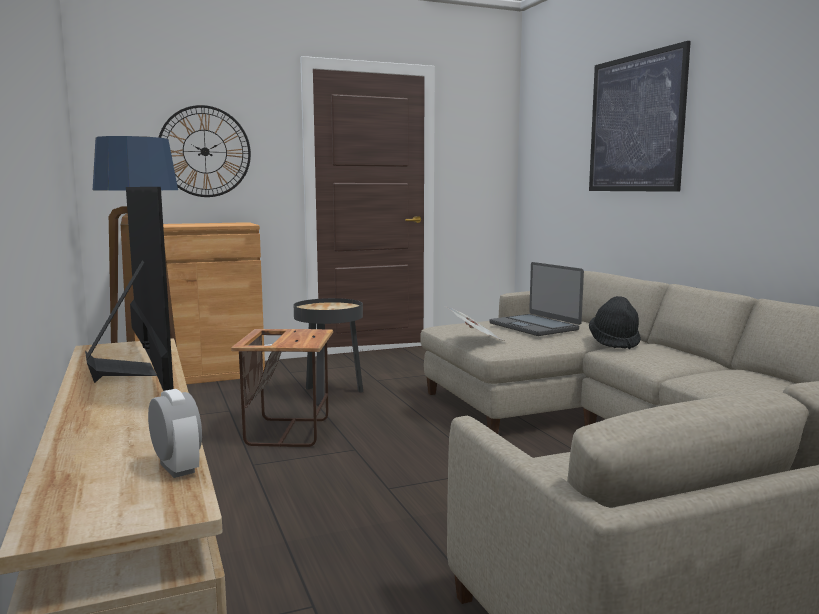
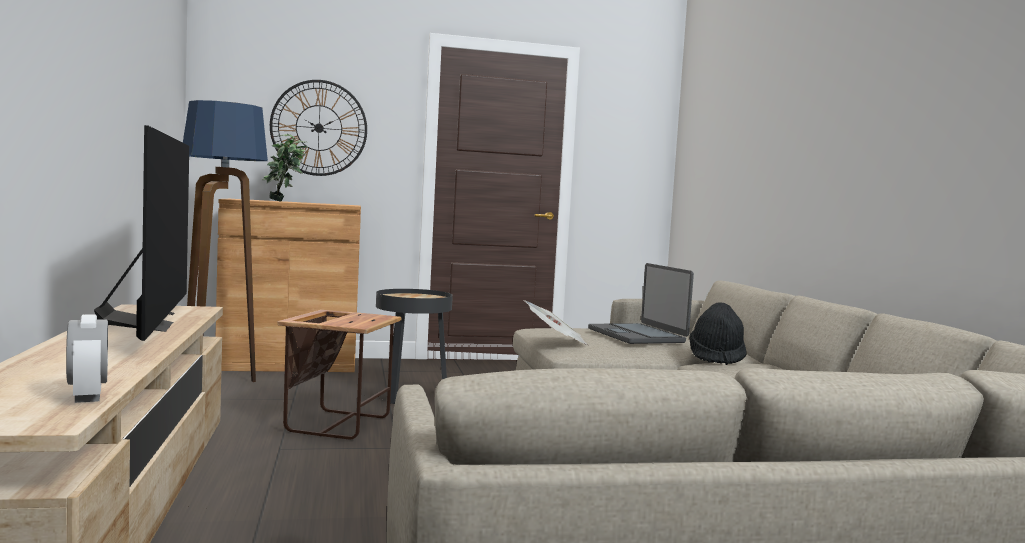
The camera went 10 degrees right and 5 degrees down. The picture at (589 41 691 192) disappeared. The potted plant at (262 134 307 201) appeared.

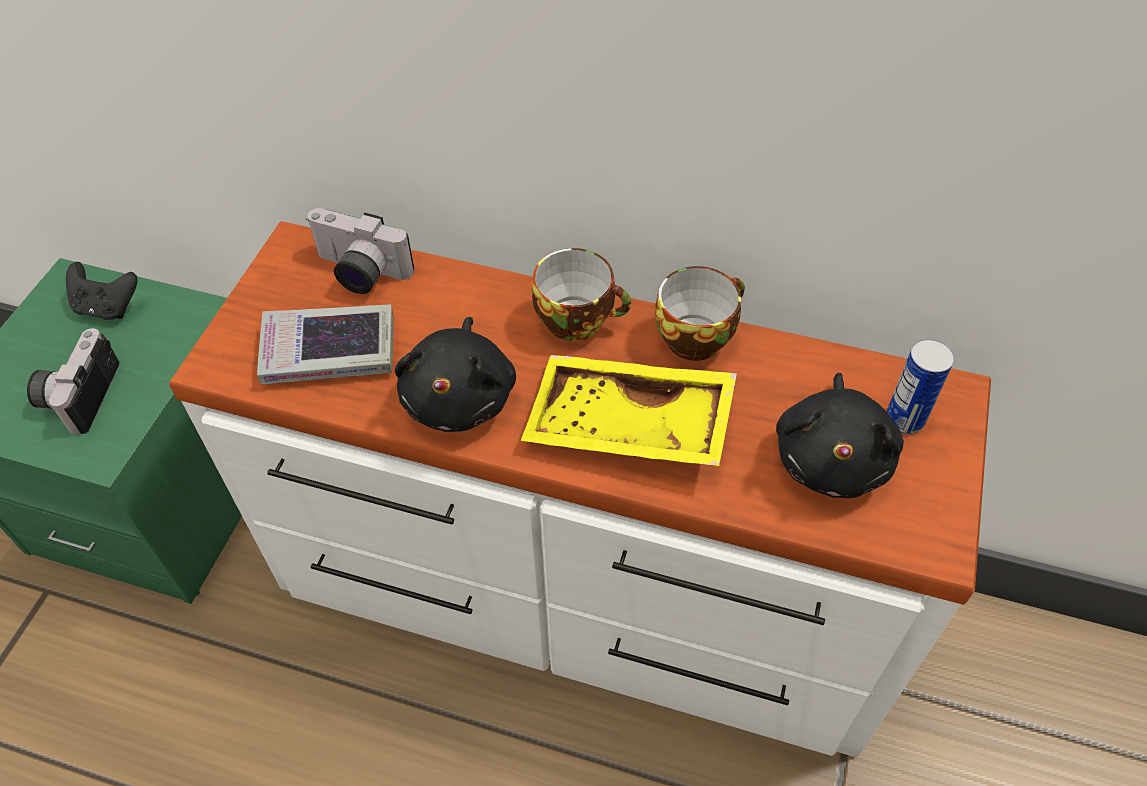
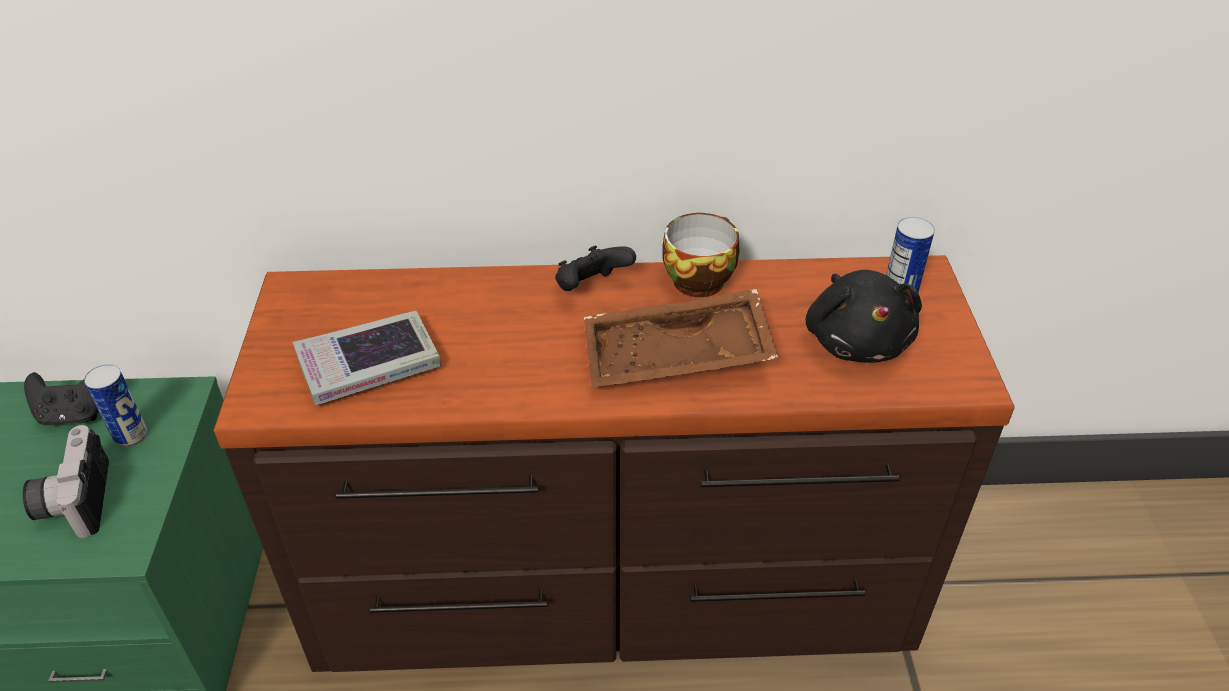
The camera went 20 degrees left and 10 degrees down. The photo camera at (306 208 414 294) disappeared. The white dresser at (169 221 991 758) became the brown dresser at (213 255 1015 672). The cup at (532 248 631 341) was replaced by the black game controller at (555 246 636 291). The black plush toy at (395 317 516 432) disappeared. The yellow tray at (521 355 737 466) became the brown tray at (584 289 779 388). The can at (84 364 147 447) appeared.

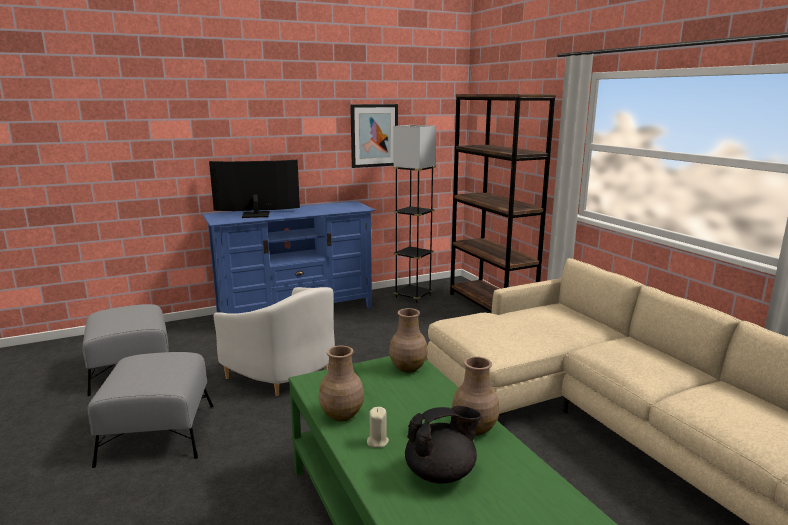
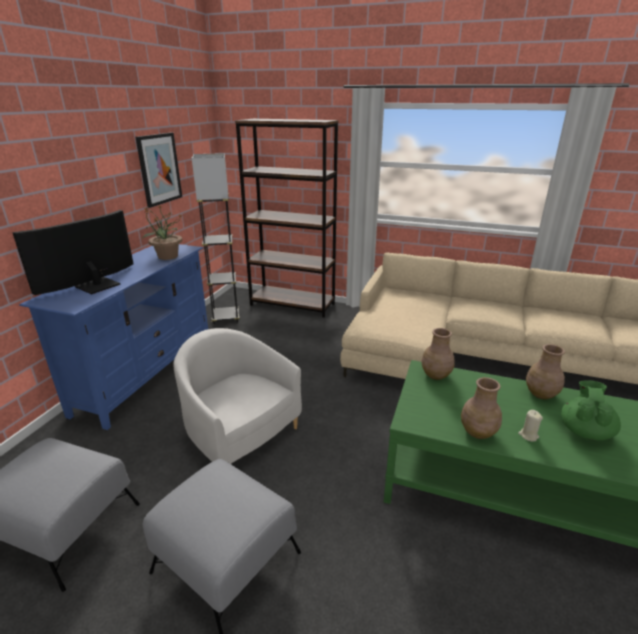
The camera went 45 degrees left and 10 degrees up. The white armchair at (214 287 335 396) turned 135 degrees counterclockwise. The black teapot at (405 406 481 484) became the green teapot at (561 380 621 440). The potted plant at (143 205 182 260) appeared.

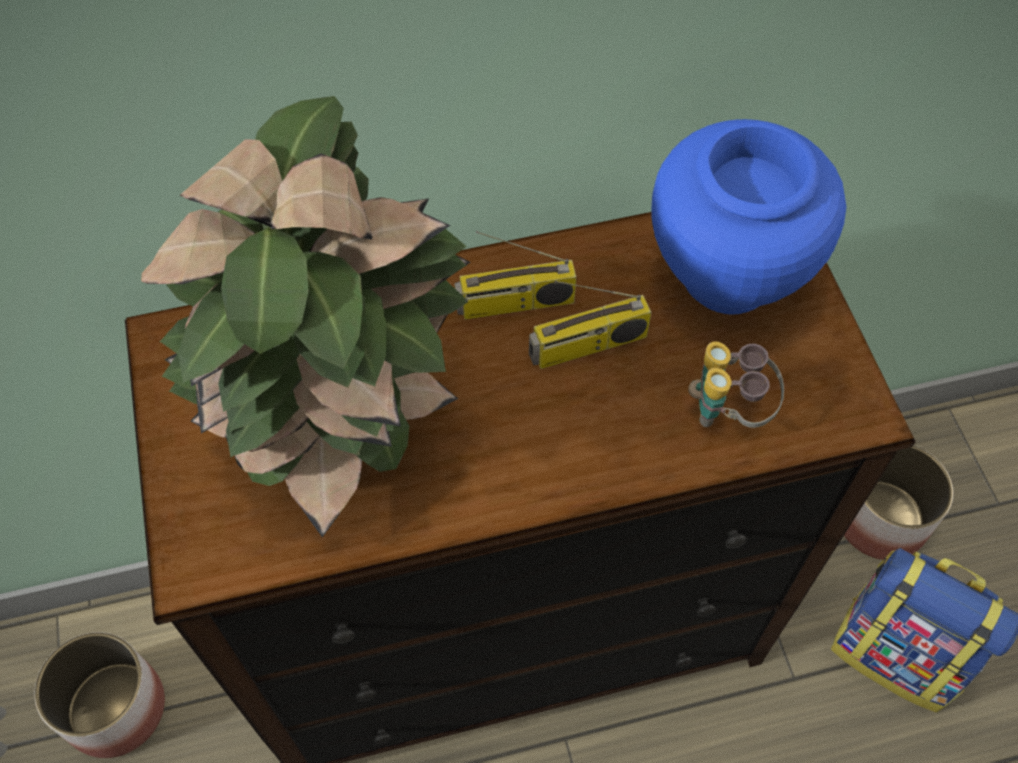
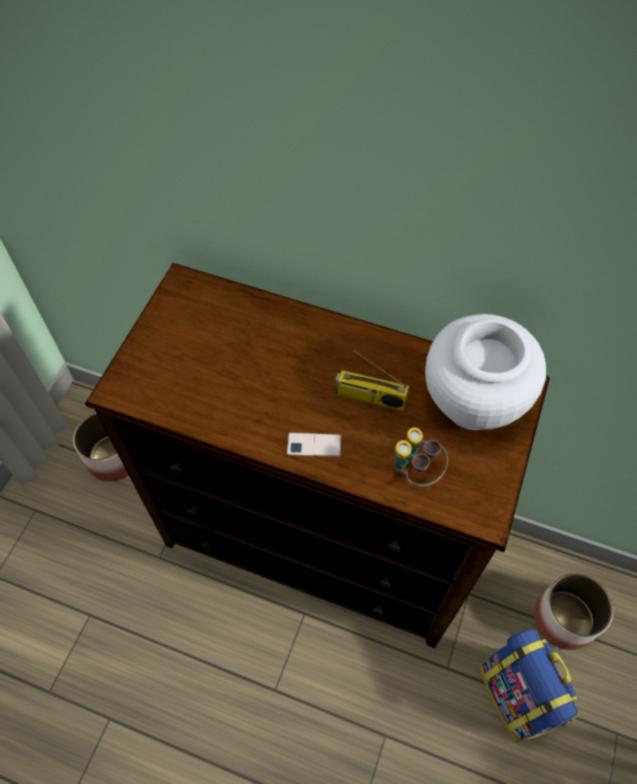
The camera went 35 degrees right and 0 degrees up. The potted plant at (141 96 470 537) disappeared. The blue vase at (651 119 847 315) became the white vase at (425 314 546 430). The radio at (454 231 577 320) disappeared. The phone at (287 433 341 457) appeared.

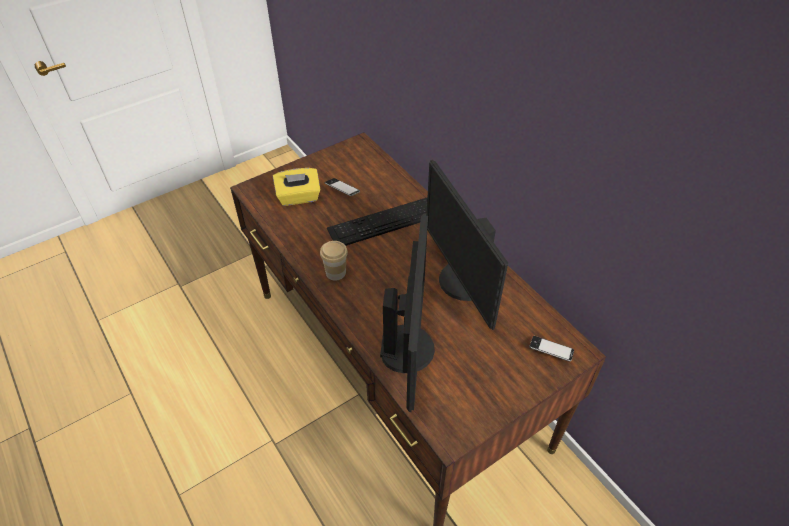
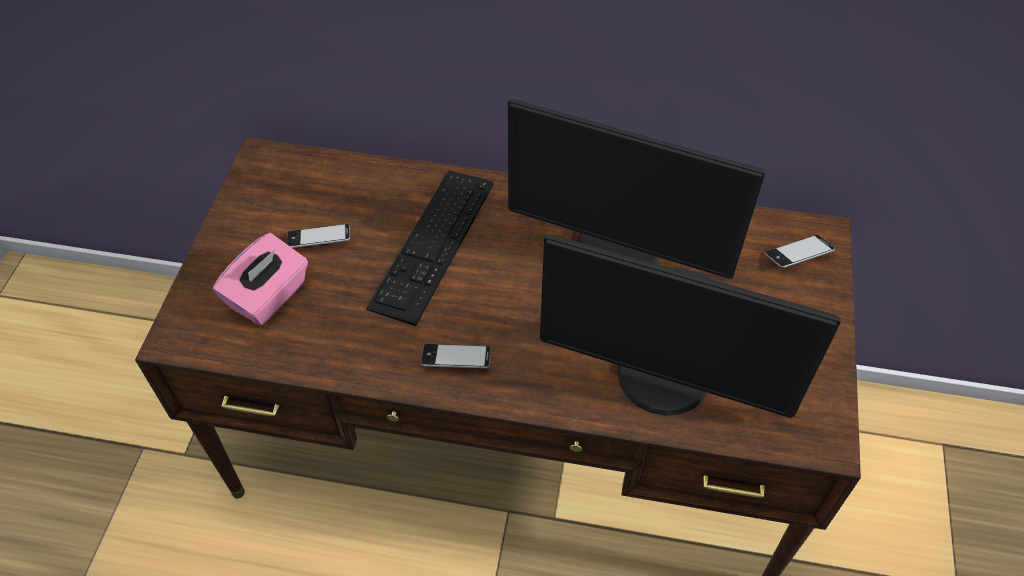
The camera went 45 degrees left and 5 degrees up. The yellow tissue box at (273 168 321 206) became the pink tissue box at (213 233 308 325). The monitor at (380 213 435 412) turned 150 degrees clockwise. The cup at (320 241 348 281) was replaced by the phone at (421 344 491 369).

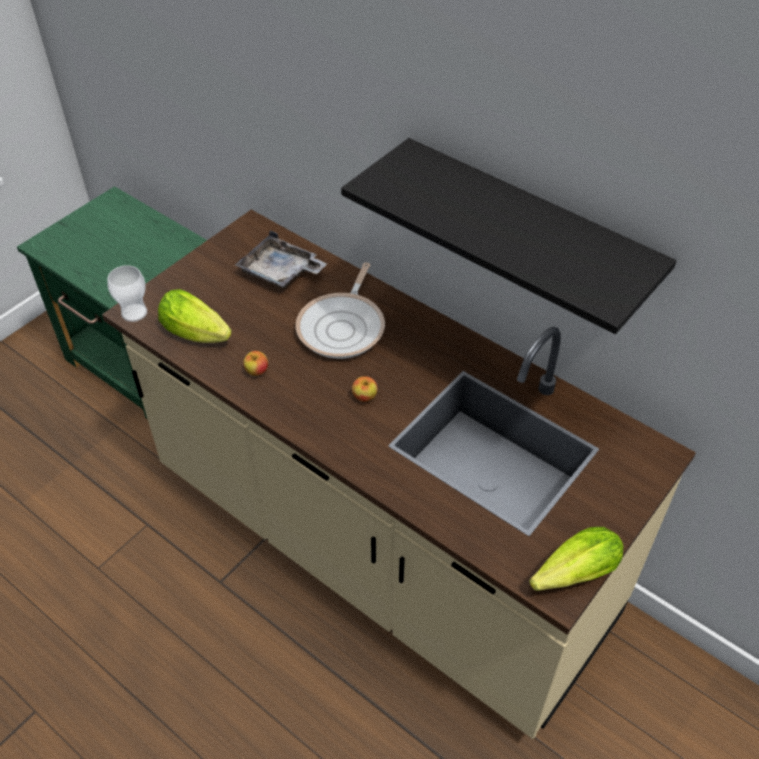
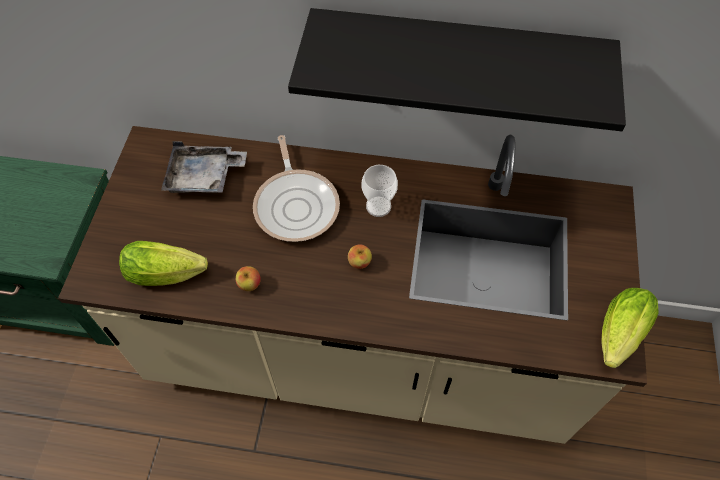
The camera went 30 degrees left and 10 degrees up. The cup moved from (108 265 147 322) to (362 165 398 217).

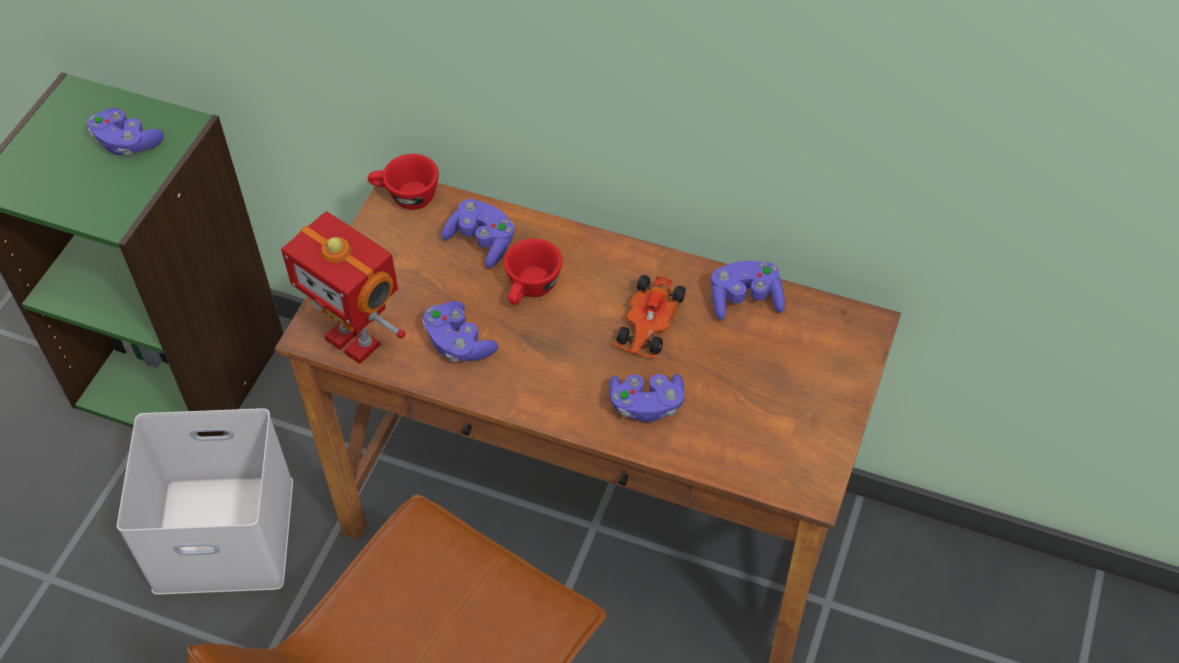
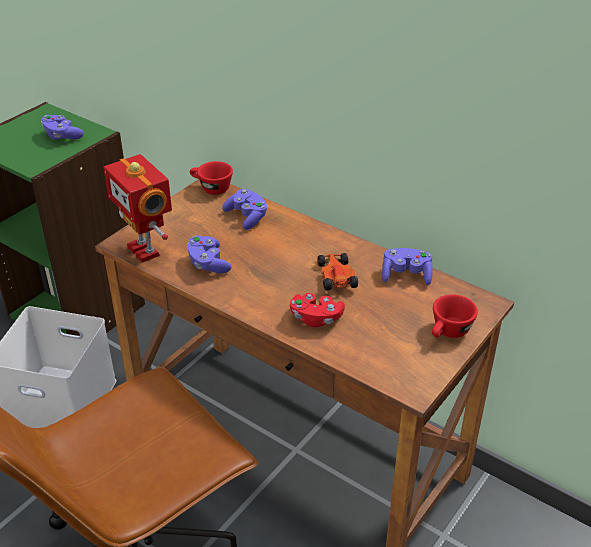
The camera went 15 degrees right and 15 degrees down. The red cup moved from (504 238 562 305) to (432 294 478 338). The toy car at (614 275 686 358) turned 135 degrees clockwise. The purple game controller at (609 374 684 422) became the red game controller at (290 293 345 327).

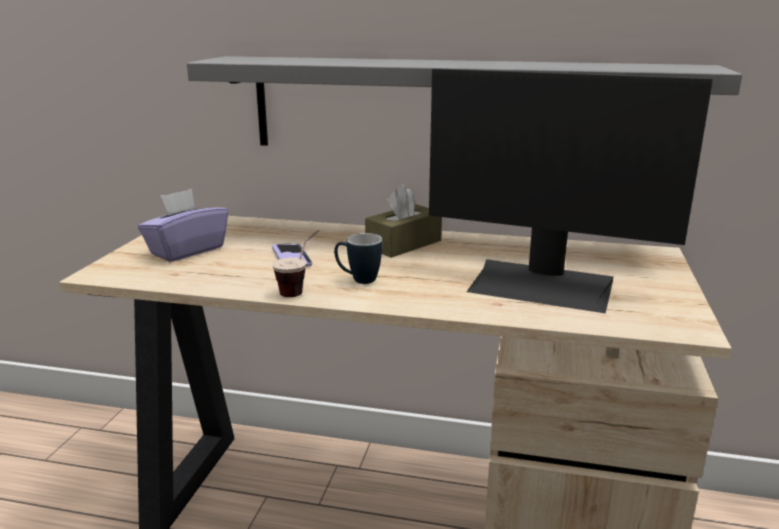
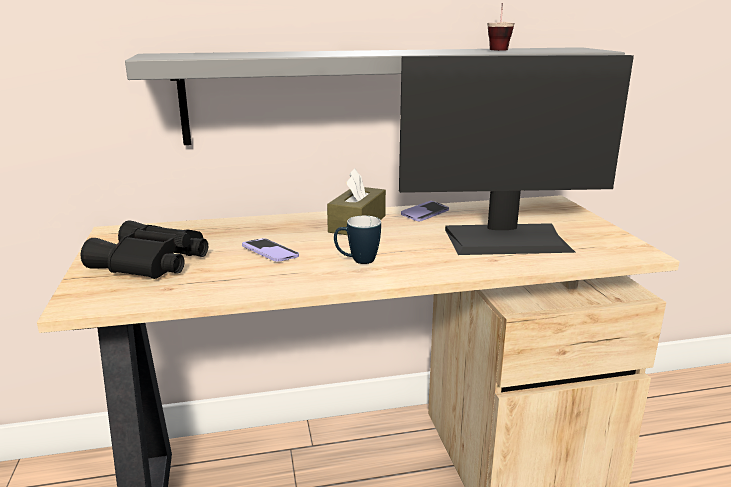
The camera went 25 degrees left and 0 degrees up. The purple tissue box at (138 189 228 262) was replaced by the black binoculars at (81 220 208 279). The cup moved from (272 230 319 297) to (487 3 515 51). The phone at (401 201 449 221) appeared.

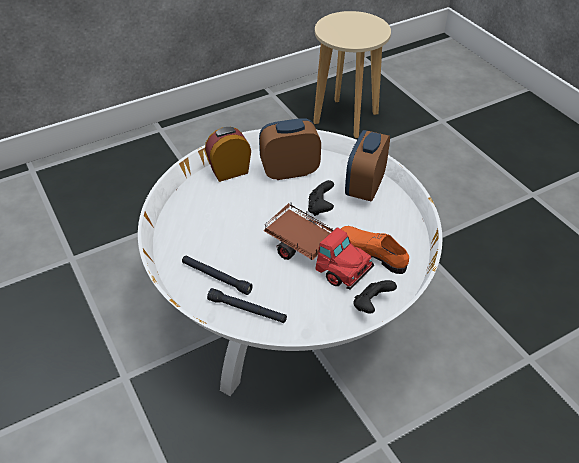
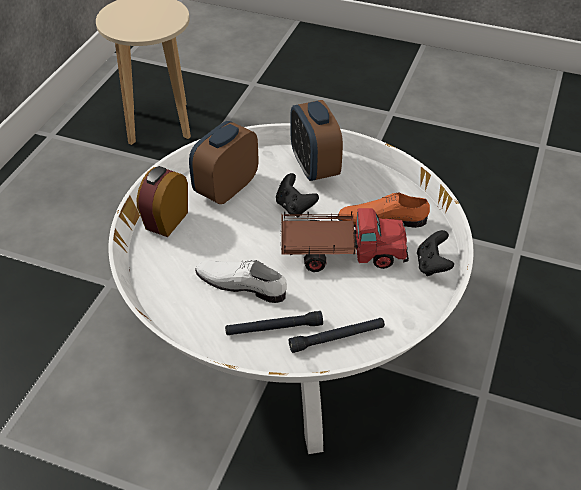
The camera went 40 degrees left and 0 degrees up. The white shoe at (195 259 287 303) appeared.

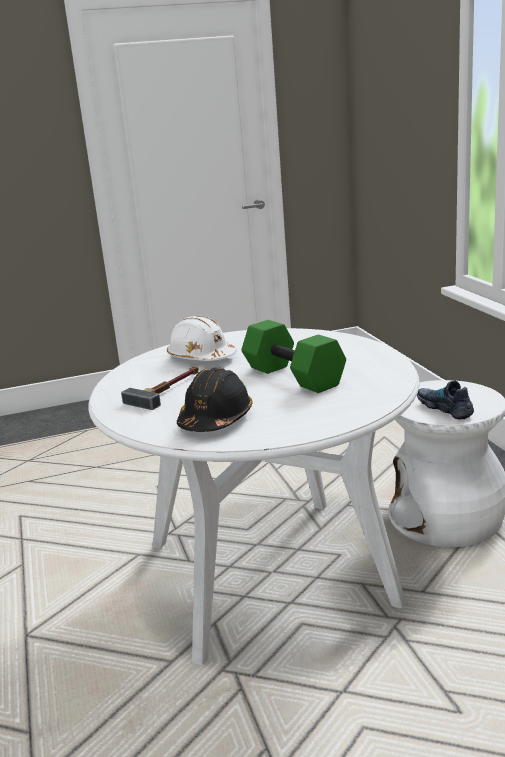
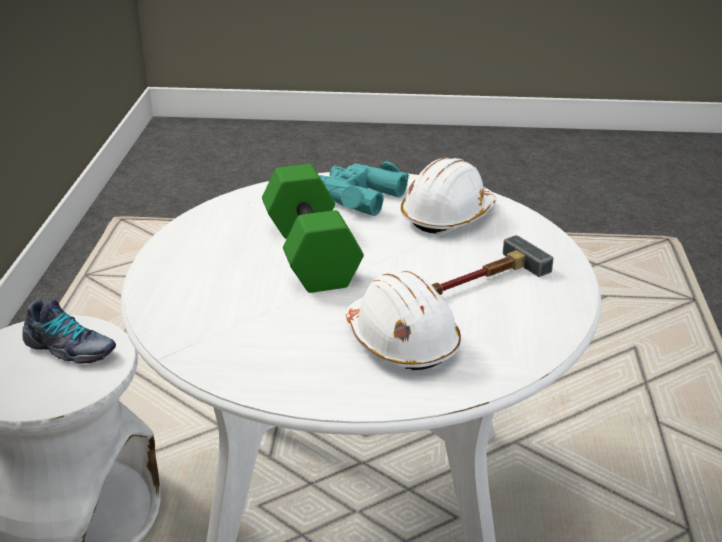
The camera went 160 degrees left and 10 degrees up. The black hard hat at (177 367 253 432) became the white hard hat at (401 158 496 234). The shoe at (417 380 474 419) turned 60 degrees counterclockwise. The turquoise binoculars at (319 161 409 216) appeared.

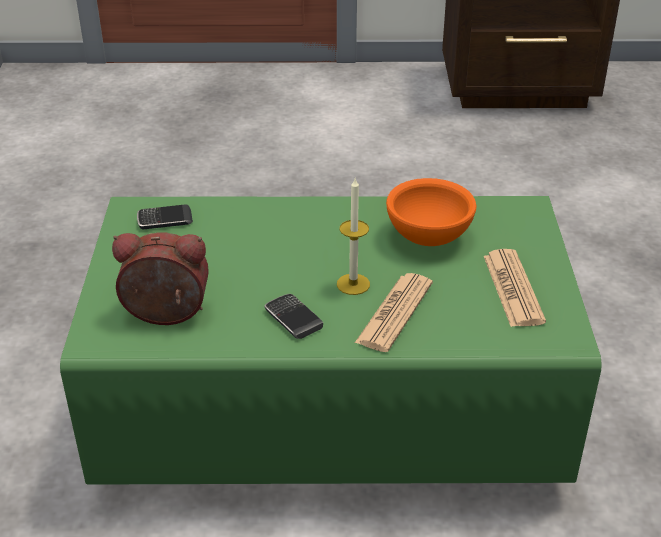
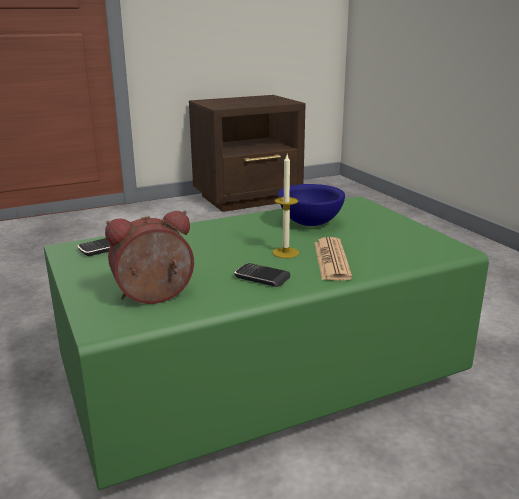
The camera went 25 degrees left and 15 degrees down. The orange bowl at (386 178 476 246) became the blue bowl at (278 184 345 226). The newspaper at (484 249 546 327) disappeared.

